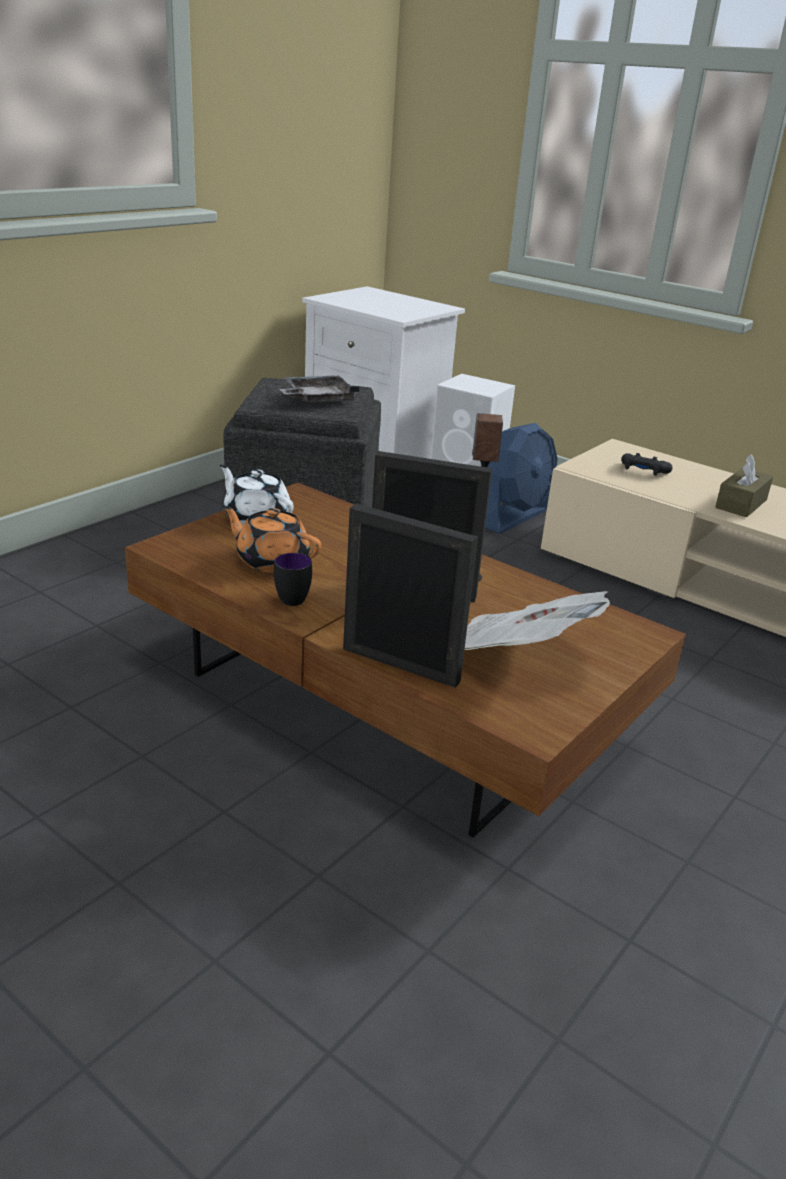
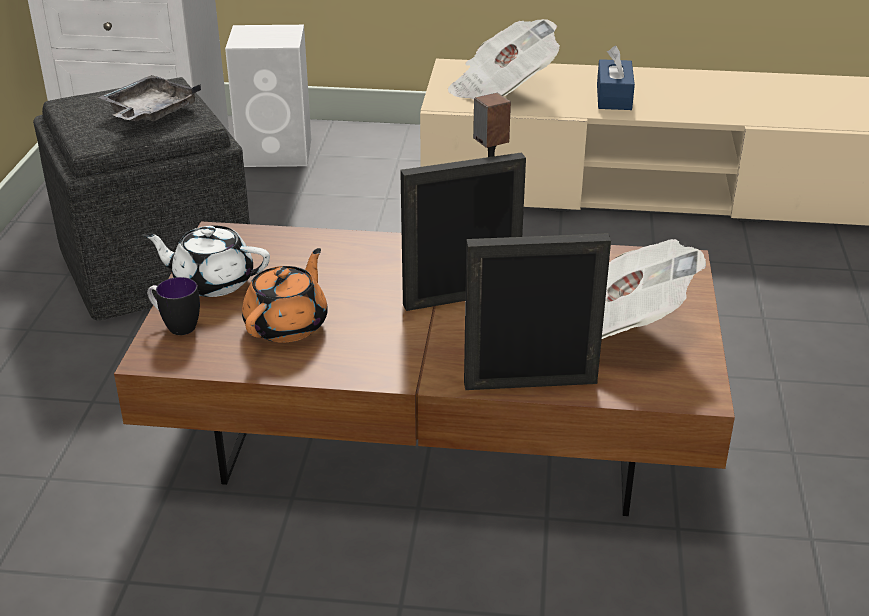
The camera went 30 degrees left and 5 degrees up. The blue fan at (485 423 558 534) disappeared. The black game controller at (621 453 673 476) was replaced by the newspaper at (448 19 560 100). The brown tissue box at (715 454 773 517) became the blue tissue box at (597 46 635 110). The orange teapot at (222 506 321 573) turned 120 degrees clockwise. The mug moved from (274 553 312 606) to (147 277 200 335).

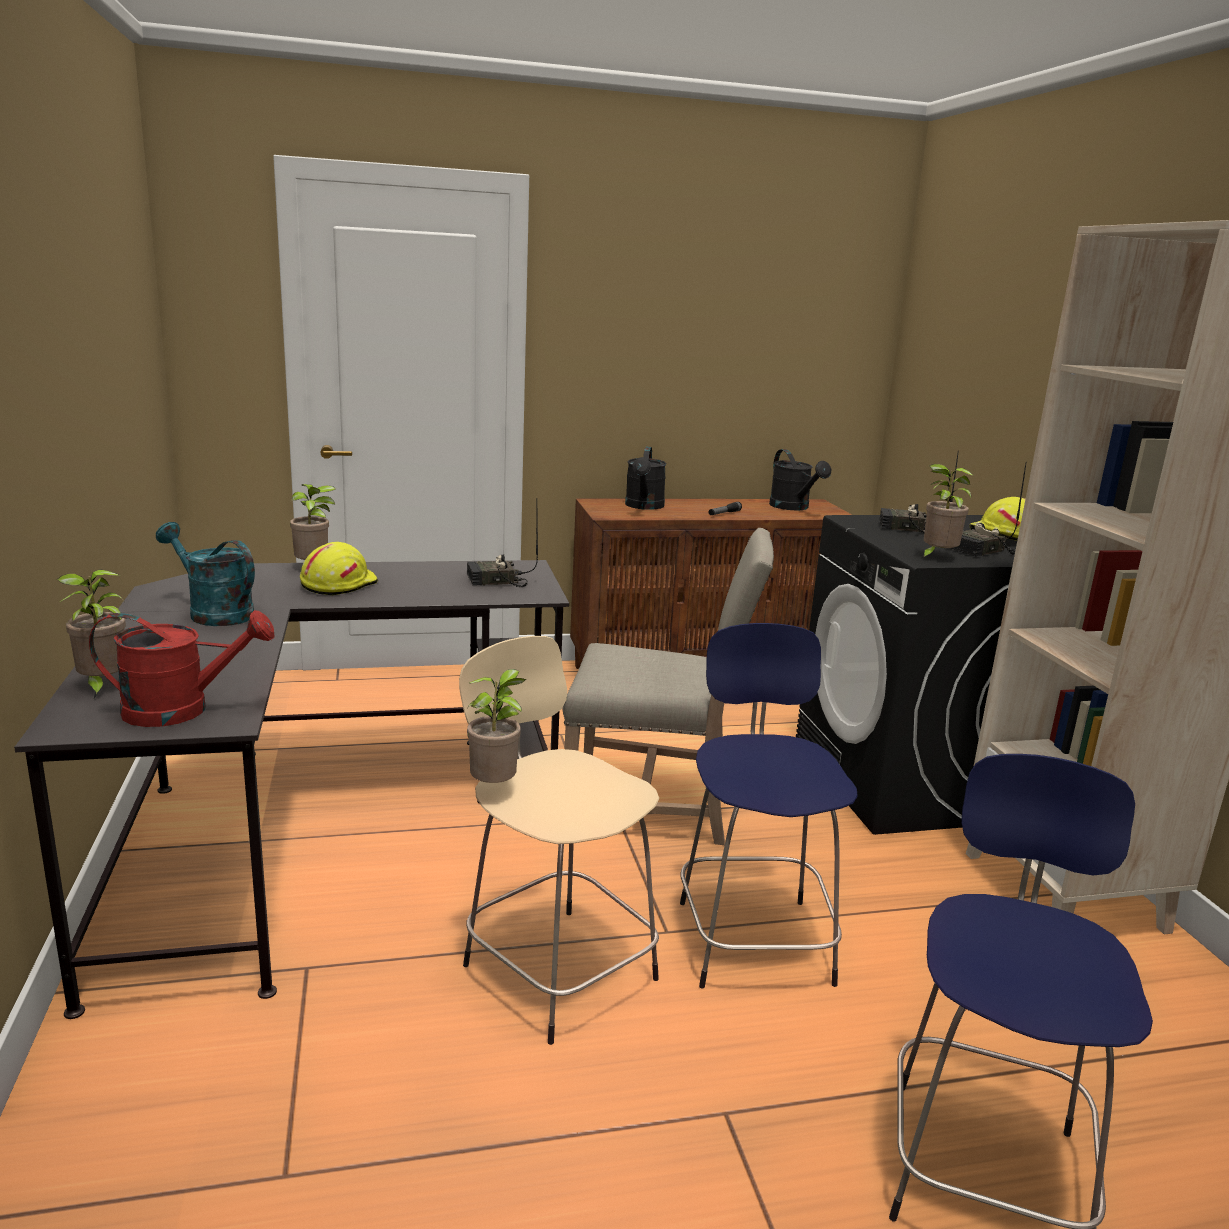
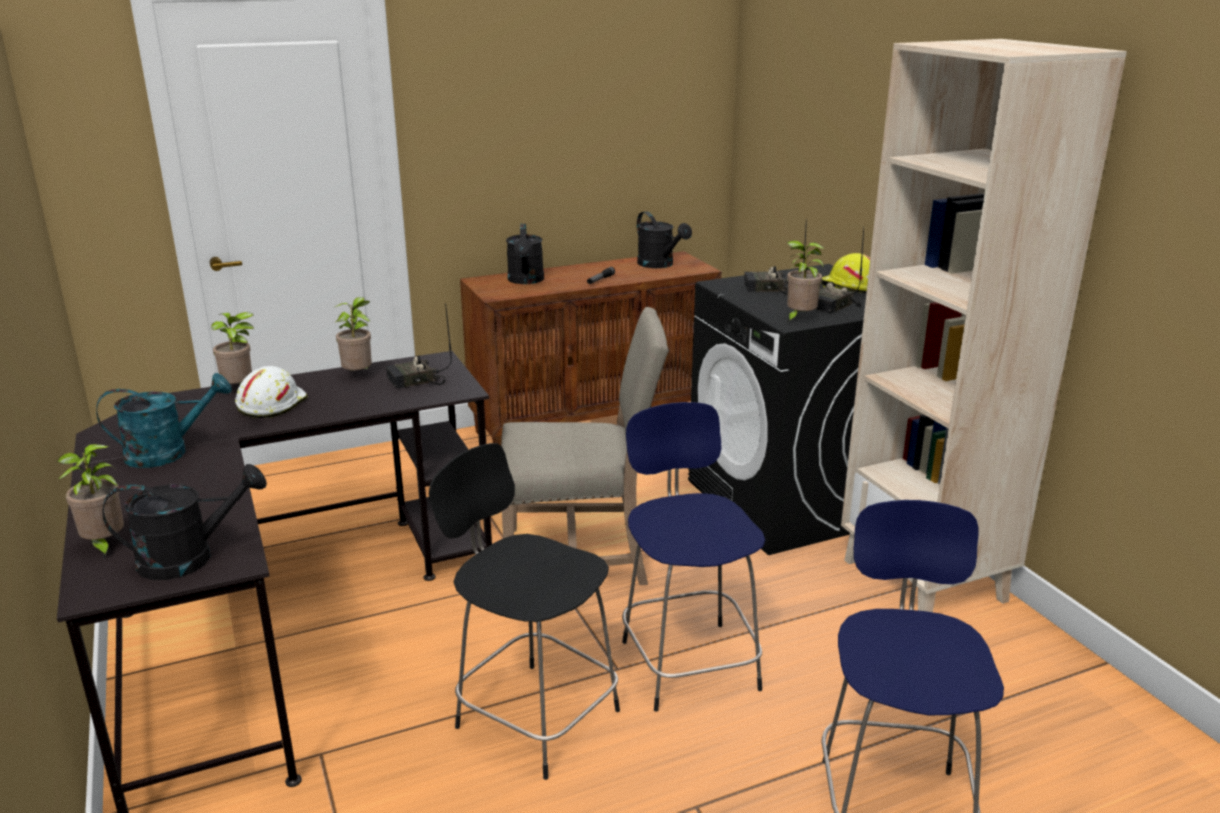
The camera went 10 degrees left and 5 degrees up. The turquoise watering can at (156 522 255 626) turned 135 degrees clockwise. The yellow hard hat at (300 542 378 595) became the white hard hat at (235 366 307 418). The red watering can at (89 610 275 727) became the black watering can at (103 464 267 580). The beige stool at (459 636 659 1045) became the black stool at (429 443 620 780). The potted plant moved from (467 669 526 783) to (333 297 372 370).

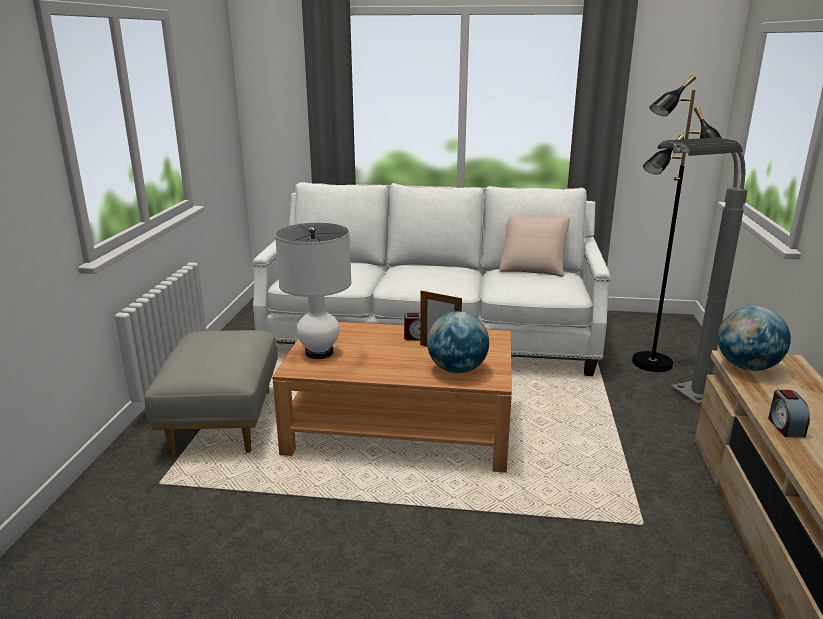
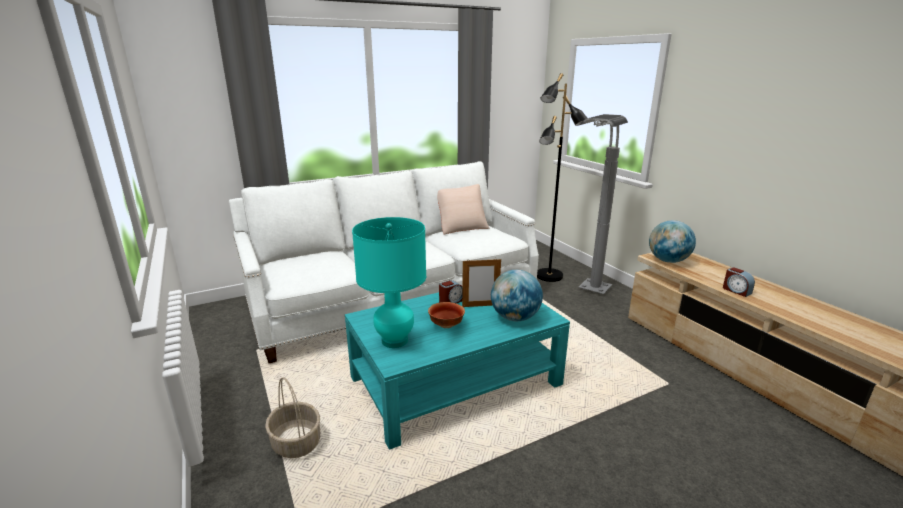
The camera went 35 degrees left and 0 degrees up. The white table lamp at (275 222 352 359) became the turquoise table lamp at (352 217 426 348). The brown coffee table at (272 322 512 473) became the turquoise coffee table at (345 292 570 450). The grey ottoman at (145 330 278 455) was replaced by the basket at (265 377 320 458). The bowl at (428 302 465 328) appeared.

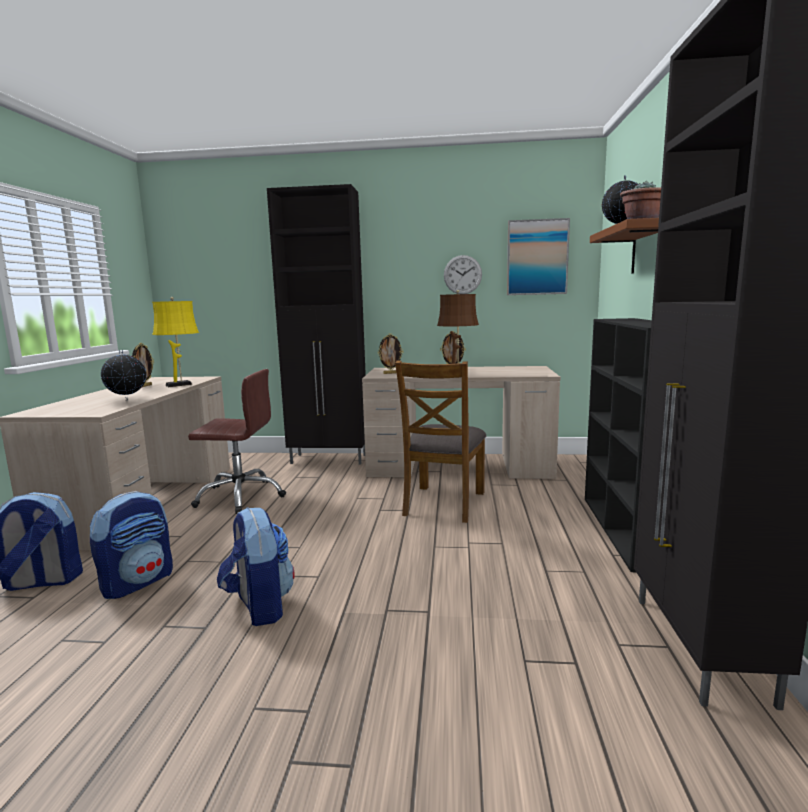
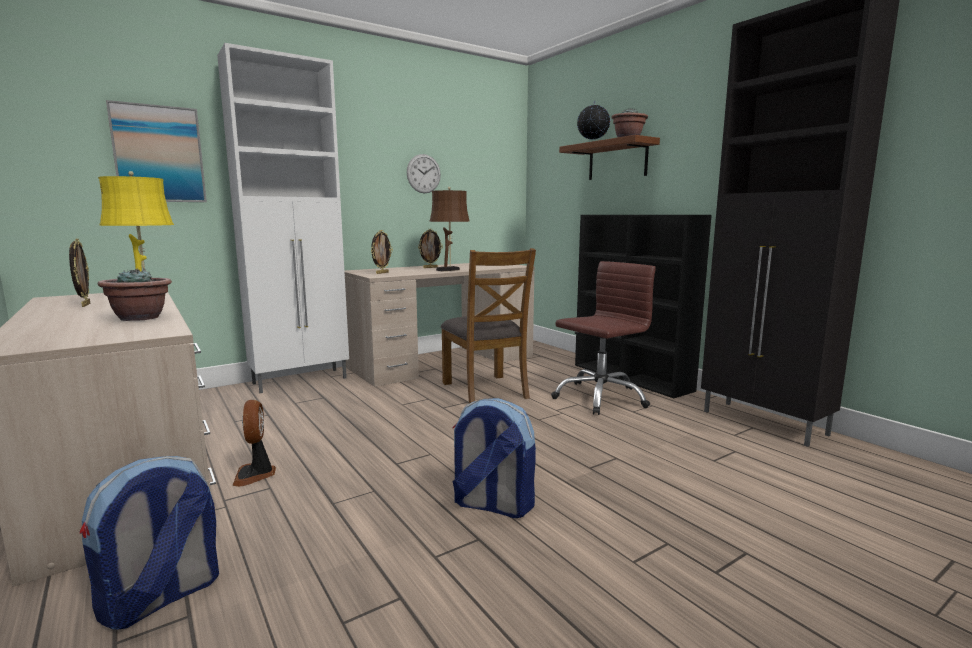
The camera went 40 degrees left and 0 degrees up. The black cabinet at (267 184 366 464) became the white cabinet at (217 43 349 393). The picture moved from (507 218 570 295) to (106 100 207 202). The globe at (101 350 147 400) was replaced by the potted plant at (98 268 172 321). The brown office chair moved from (188 369 286 514) to (551 261 656 415). The backpack at (90 491 173 599) disappeared. The fan at (233 400 276 487) appeared.

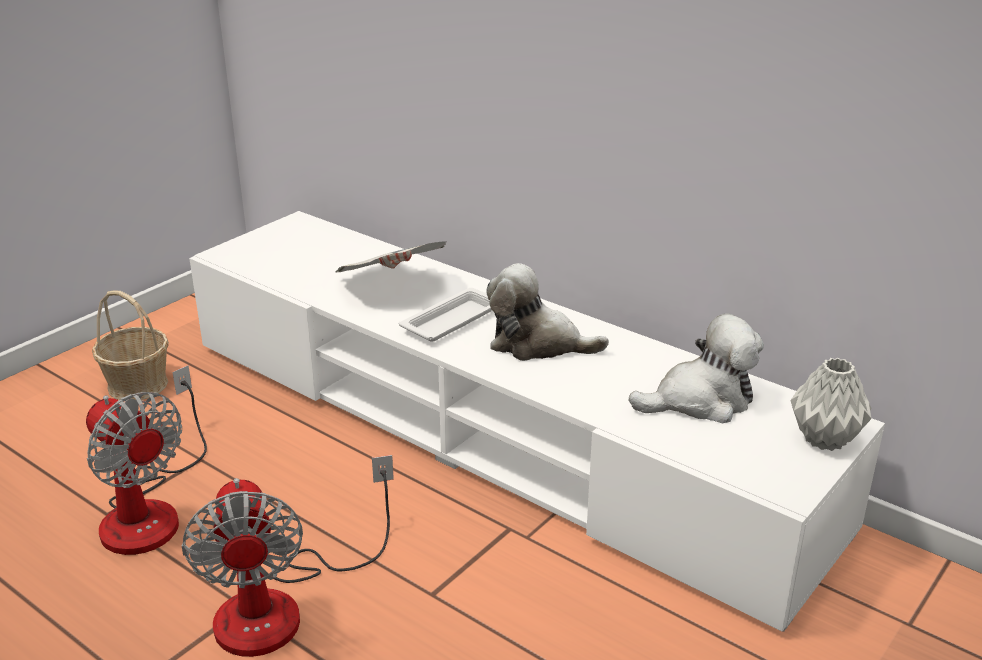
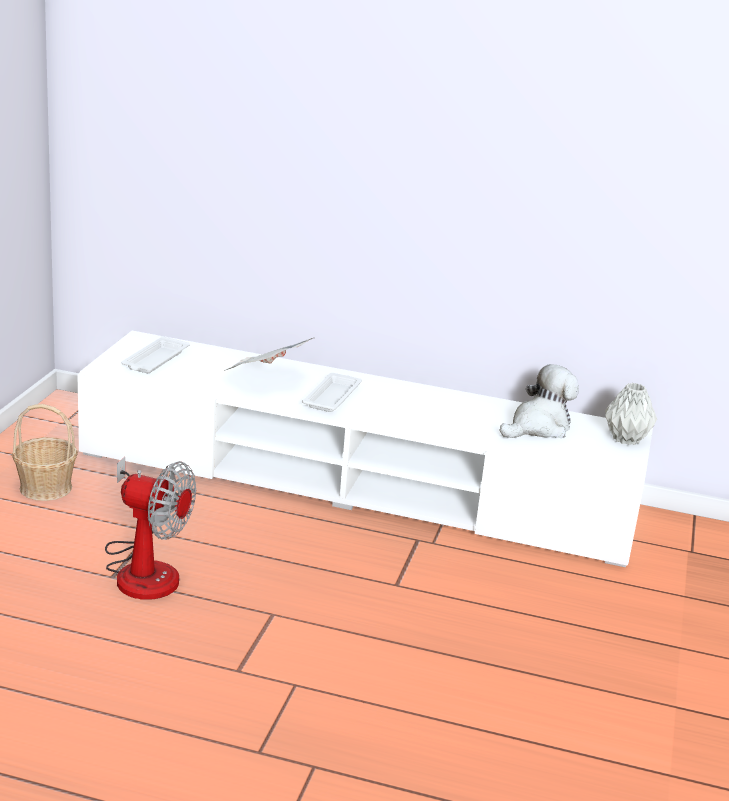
The camera went 25 degrees left and 5 degrees down. The plush toy at (486 263 609 361) disappeared. The fan at (182 455 394 657) disappeared. The white tray at (121 336 190 373) appeared.

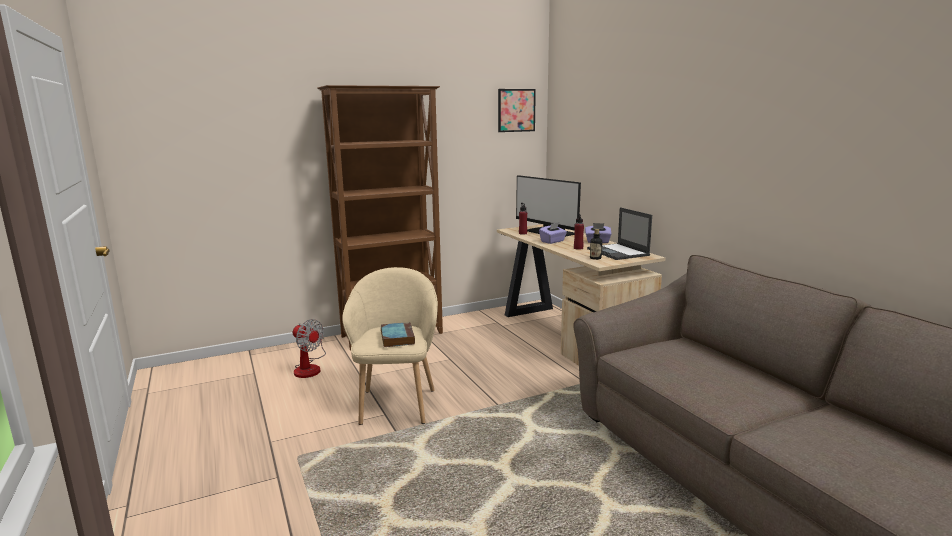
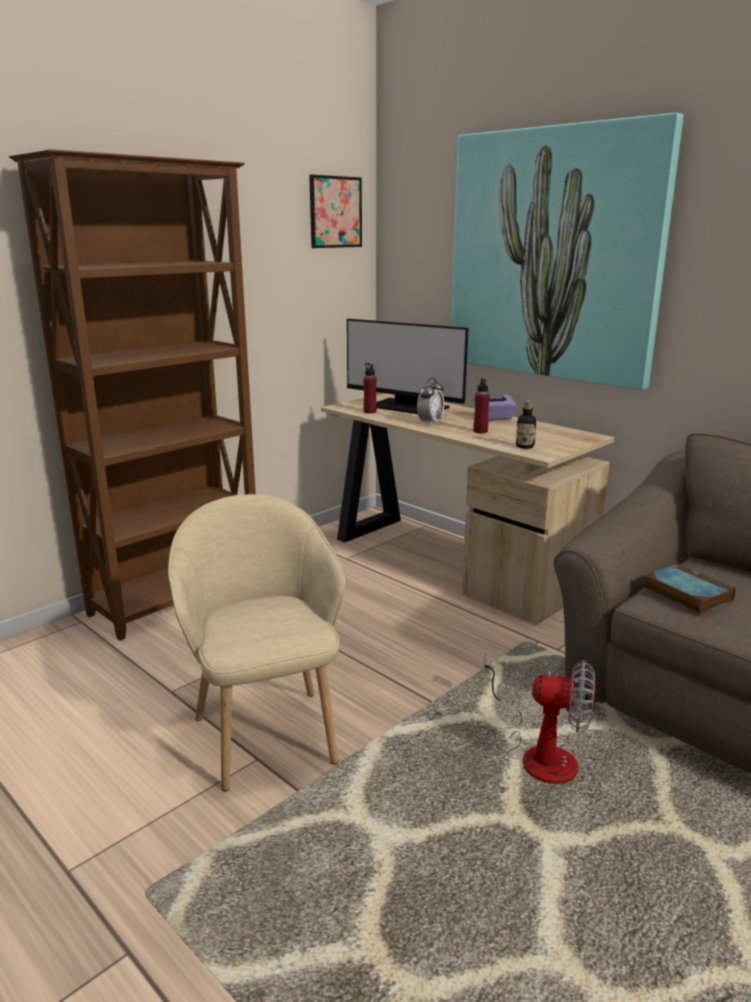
The camera went 20 degrees left and 5 degrees up. The laptop at (587 207 652 260) disappeared. The purple tissue box at (539 222 567 244) was replaced by the alarm clock at (417 378 444 425). The fan moved from (293 319 326 378) to (483 653 595 784). The book moved from (381 322 415 347) to (644 564 736 614). The picture at (451 113 684 390) appeared.

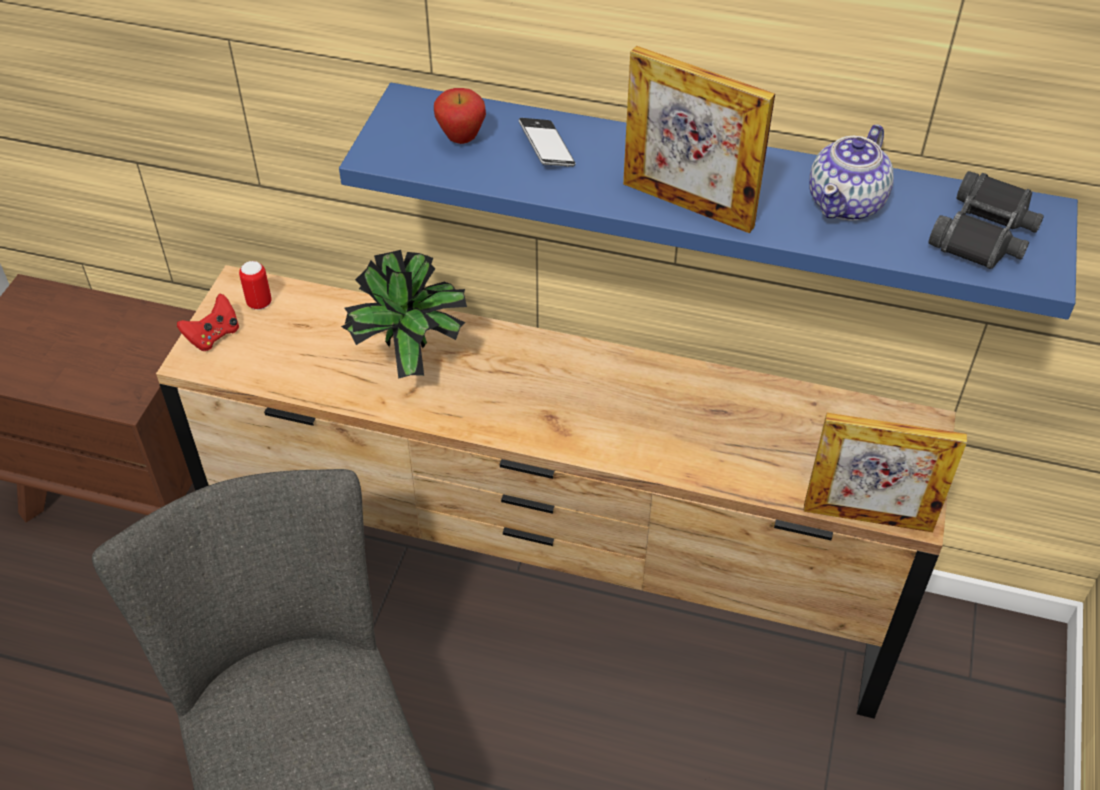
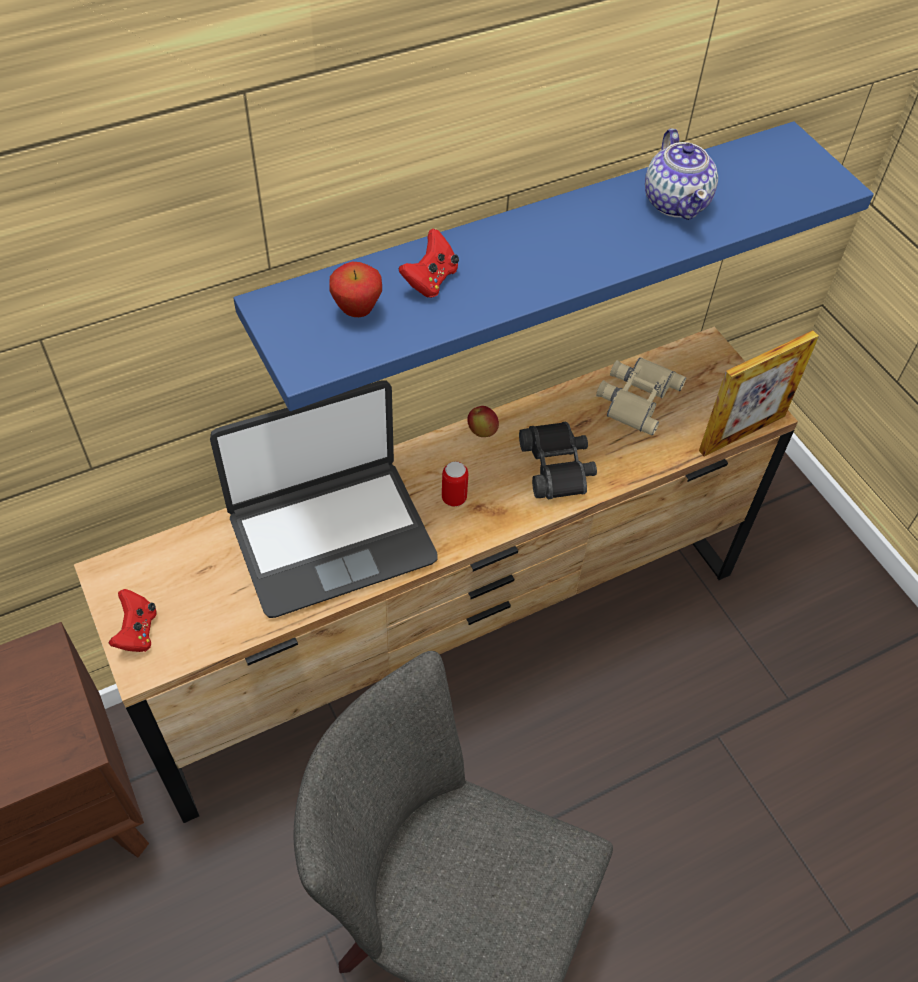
The camera went 45 degrees left and 5 degrees up. The picture frame at (623 46 775 234) disappeared. The phone at (518 118 575 167) was replaced by the red game controller at (399 229 459 298). The black binoculars moved from (928 171 1044 269) to (519 422 597 499). The potted plant at (341 250 467 379) was replaced by the laptop at (210 380 438 618). The can moved from (239 261 272 310) to (442 461 468 507). The beige binoculars at (596 357 686 435) appeared. The apple at (467 406 499 437) appeared.

